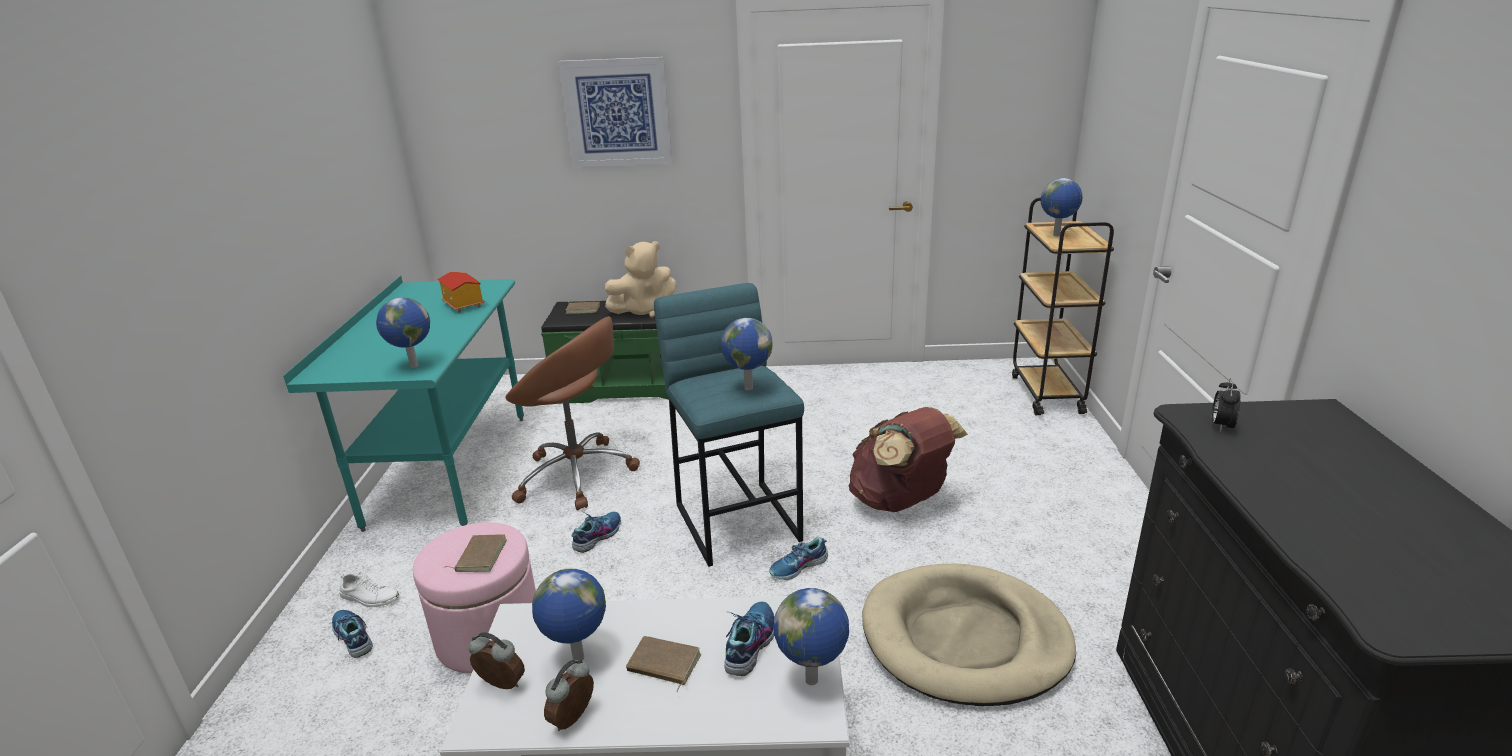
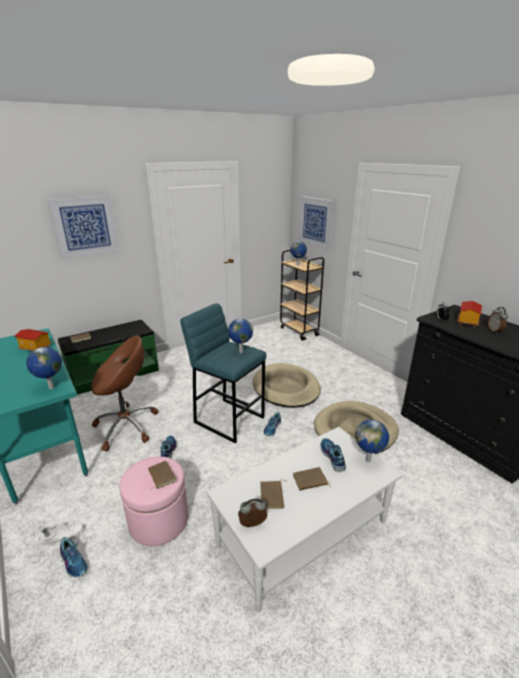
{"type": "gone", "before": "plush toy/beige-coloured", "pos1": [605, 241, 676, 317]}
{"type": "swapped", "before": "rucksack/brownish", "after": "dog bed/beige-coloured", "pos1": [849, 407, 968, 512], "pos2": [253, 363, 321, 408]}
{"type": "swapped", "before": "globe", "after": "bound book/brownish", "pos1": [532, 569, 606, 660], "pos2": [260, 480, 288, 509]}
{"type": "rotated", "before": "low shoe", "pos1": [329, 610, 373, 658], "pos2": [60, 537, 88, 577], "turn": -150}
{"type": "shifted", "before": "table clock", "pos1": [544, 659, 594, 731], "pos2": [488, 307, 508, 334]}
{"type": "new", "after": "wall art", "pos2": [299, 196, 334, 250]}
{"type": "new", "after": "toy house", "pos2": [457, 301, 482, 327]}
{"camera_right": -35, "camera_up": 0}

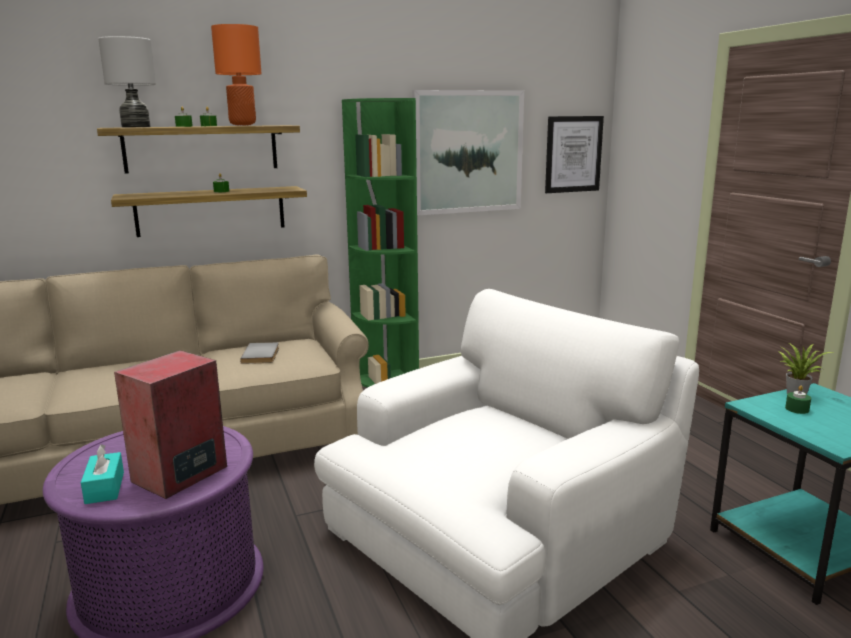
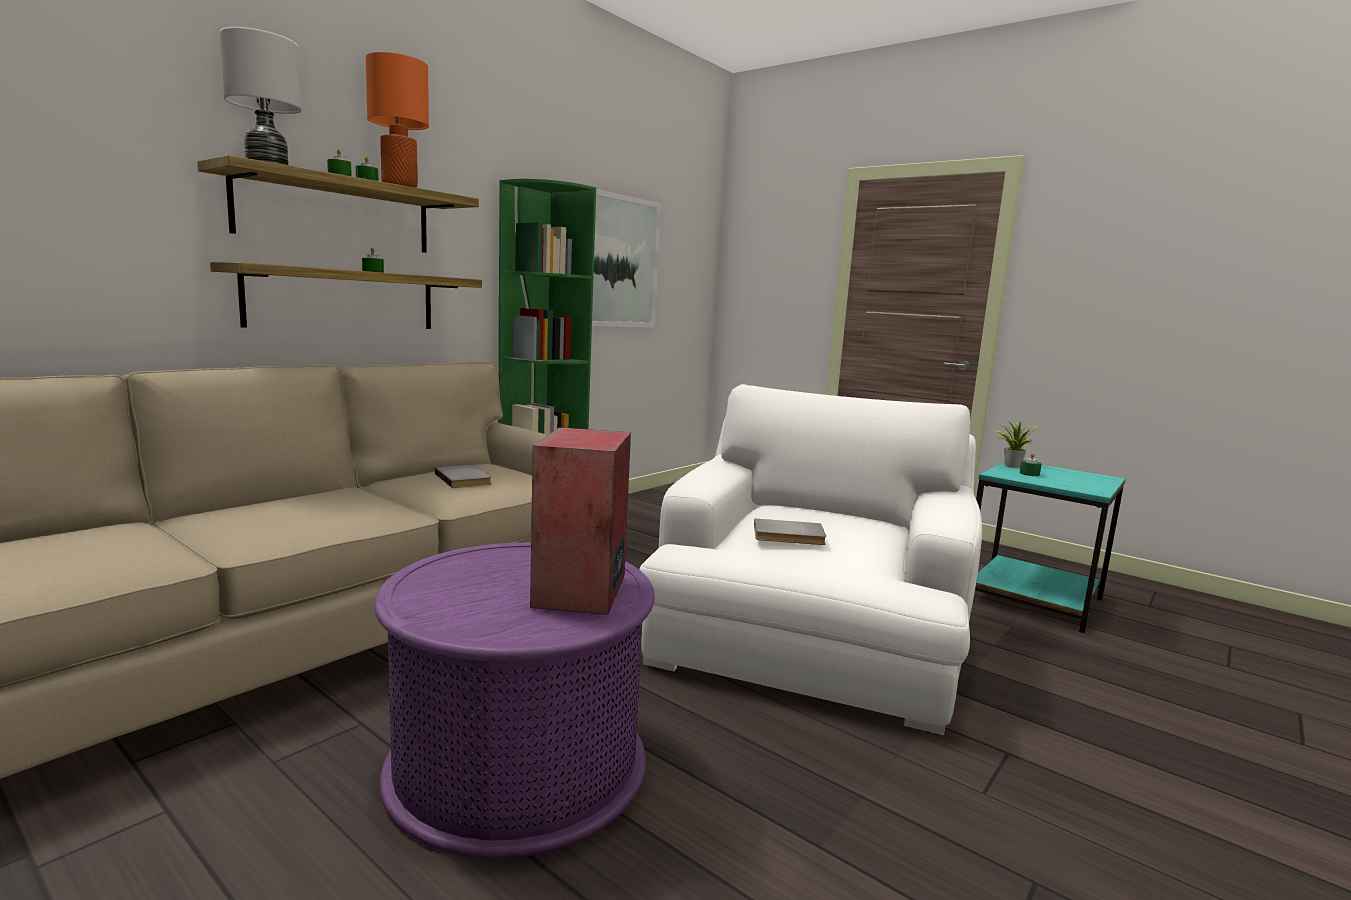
{"type": "gone", "before": "wall art", "pos1": [545, 116, 604, 193]}
{"type": "gone", "before": "box of tissues/blue-green", "pos1": [81, 444, 124, 504]}
{"type": "new", "after": "bound book/grey", "pos2": [754, 519, 826, 545]}
{"camera_right": -30, "camera_up": -5}

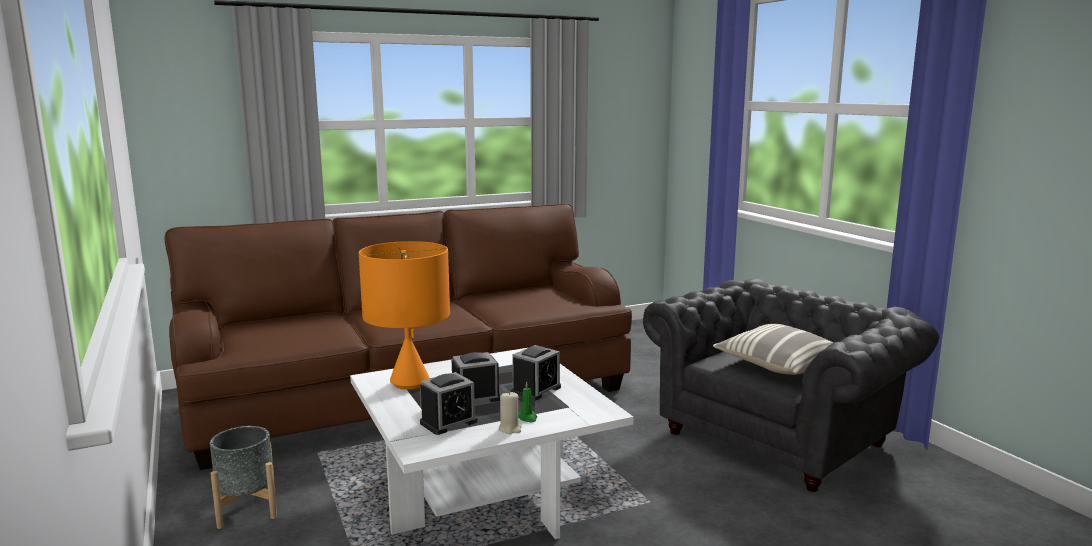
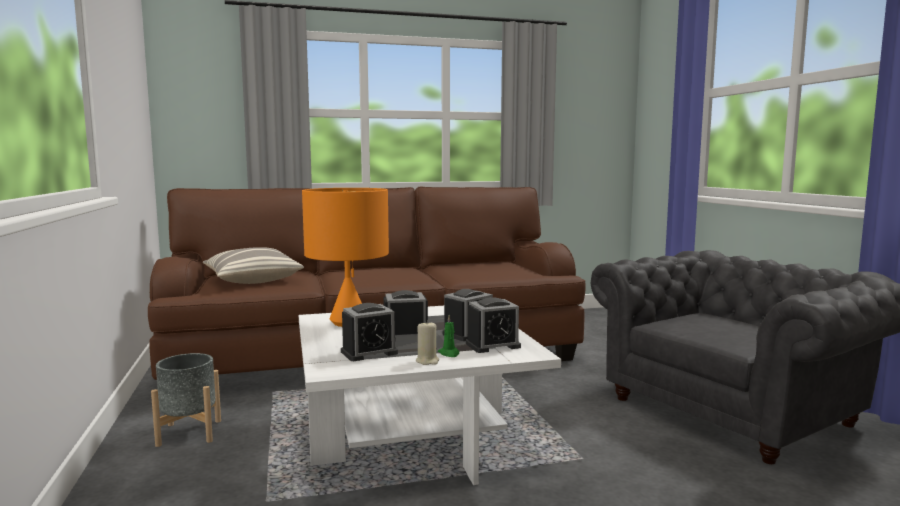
{"type": "shifted", "before": "pillow", "pos1": [713, 324, 833, 375], "pos2": [203, 247, 304, 284]}
{"type": "new", "after": "table clock", "pos2": [466, 297, 521, 353]}
{"camera_right": 10, "camera_up": -5}

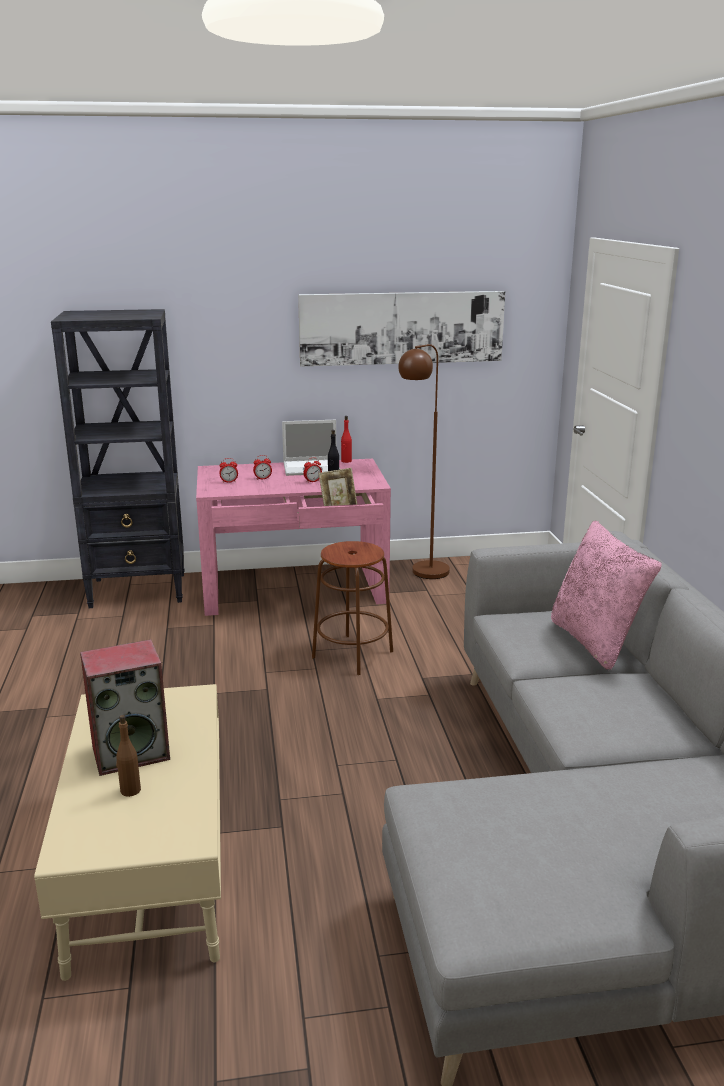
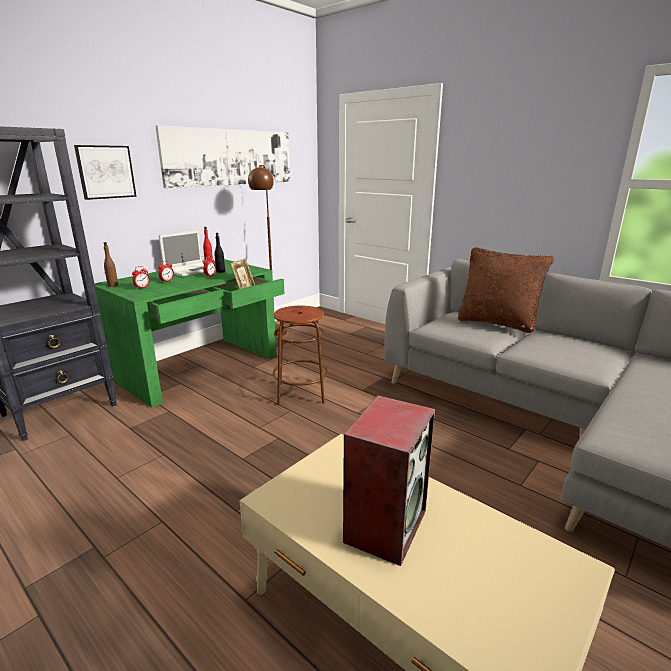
{"type": "repainted", "before": "desk unit/pink", "after": "desk unit/green-coloured", "pos1": [196, 459, 391, 616], "pos2": [94, 259, 284, 408]}
{"type": "repainted", "before": "pillow/pink", "after": "pillow/brownish", "pos1": [551, 521, 662, 669], "pos2": [458, 247, 554, 333]}
{"type": "shifted", "before": "bottle/brownish", "pos1": [116, 715, 141, 797], "pos2": [104, 242, 119, 287]}
{"type": "new", "after": "wall art", "pos2": [74, 145, 137, 200]}
{"camera_right": -40, "camera_up": 0}

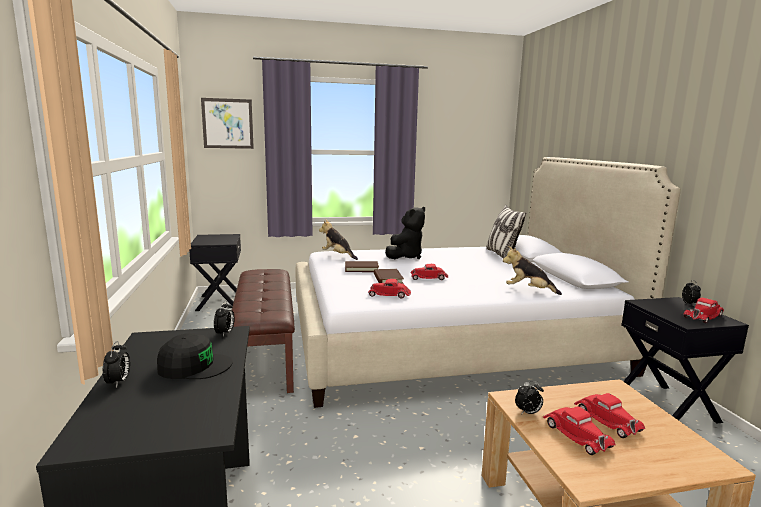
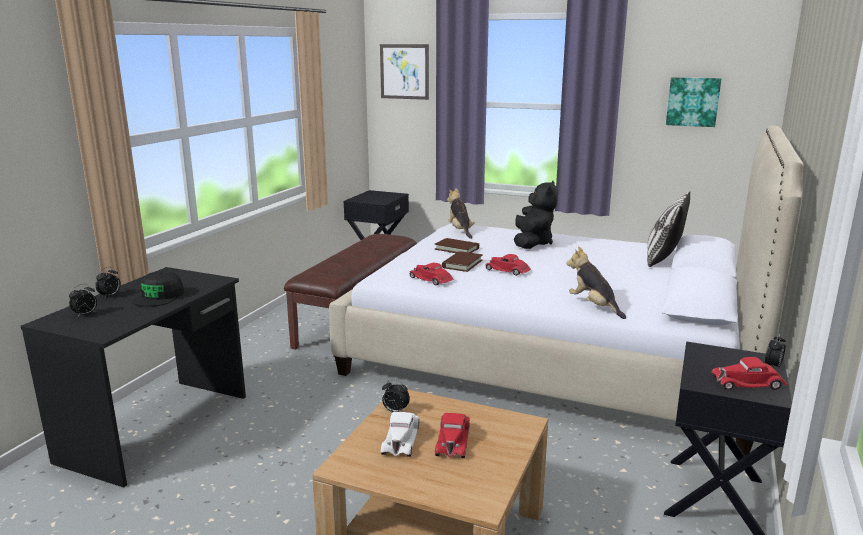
{"type": "rotated", "before": "plush toy/black", "pos1": [385, 207, 425, 259], "pos2": [514, 181, 558, 249], "turn": -60}
{"type": "shifted", "before": "table clock", "pos1": [214, 300, 234, 337], "pos2": [69, 284, 97, 317]}
{"type": "rotated", "before": "cap/black", "pos1": [157, 333, 232, 379], "pos2": [133, 271, 184, 307], "turn": 75}
{"type": "repainted", "before": "miniature car/red", "after": "miniature car/white", "pos1": [543, 407, 616, 455], "pos2": [381, 412, 420, 457]}
{"type": "new", "after": "wall art", "pos2": [666, 77, 721, 127]}
{"camera_right": 35, "camera_up": 5}

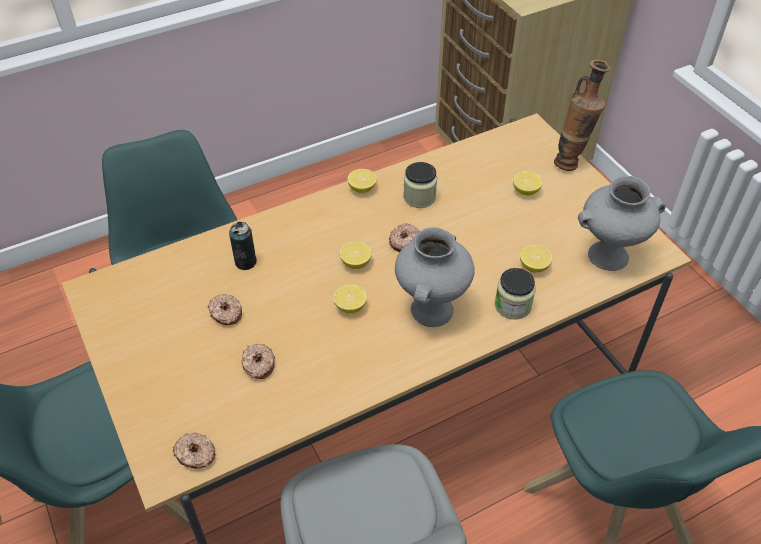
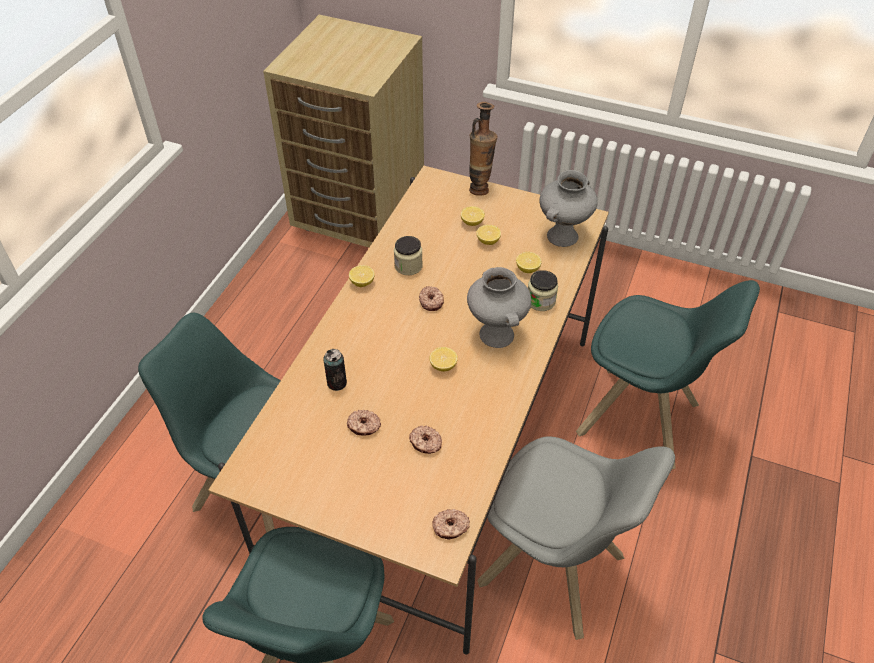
{"type": "shifted", "before": "lemon", "pos1": [340, 242, 372, 269], "pos2": [476, 225, 501, 245]}
{"camera_right": -40, "camera_up": 0}

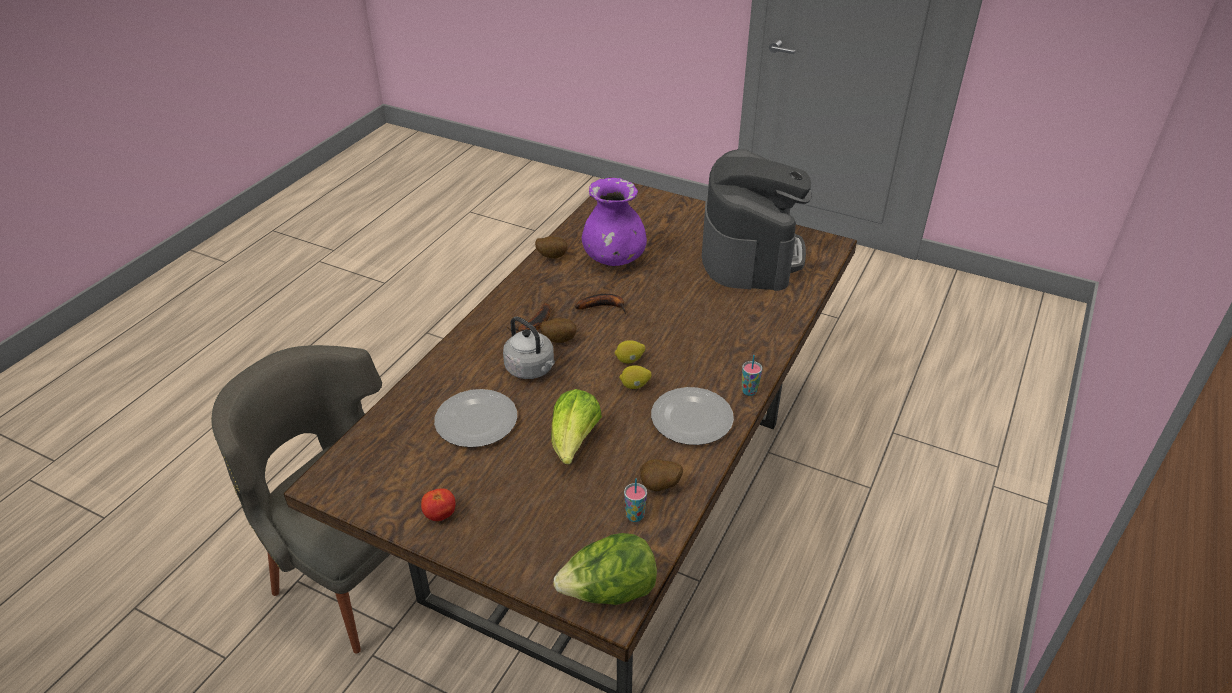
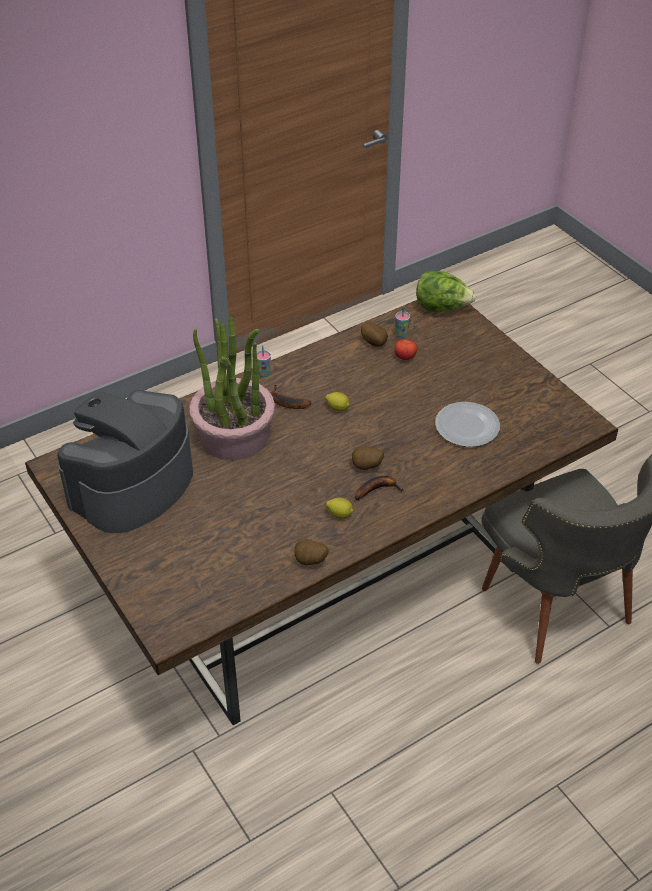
{"type": "gone", "before": "decorative vase/purple", "pos1": [582, 178, 647, 266]}
{"type": "shifted", "before": "banana", "pos1": [575, 294, 627, 314], "pos2": [271, 384, 311, 409]}
{"type": "gone", "before": "tea kettle/grey", "pos1": [503, 316, 555, 379]}
{"type": "shifted", "before": "lemon", "pos1": [614, 340, 645, 363], "pos2": [326, 498, 353, 518]}
{"type": "gone", "before": "flat dish", "pos1": [651, 387, 734, 445]}
{"type": "gone", "before": "lettuce head", "pos1": [551, 389, 602, 464]}
{"type": "shifted", "before": "whole tomato", "pos1": [421, 488, 456, 521], "pos2": [395, 339, 417, 360]}
{"type": "new", "after": "potted plant", "pos2": [189, 316, 275, 460]}
{"camera_right": -150, "camera_up": 5}

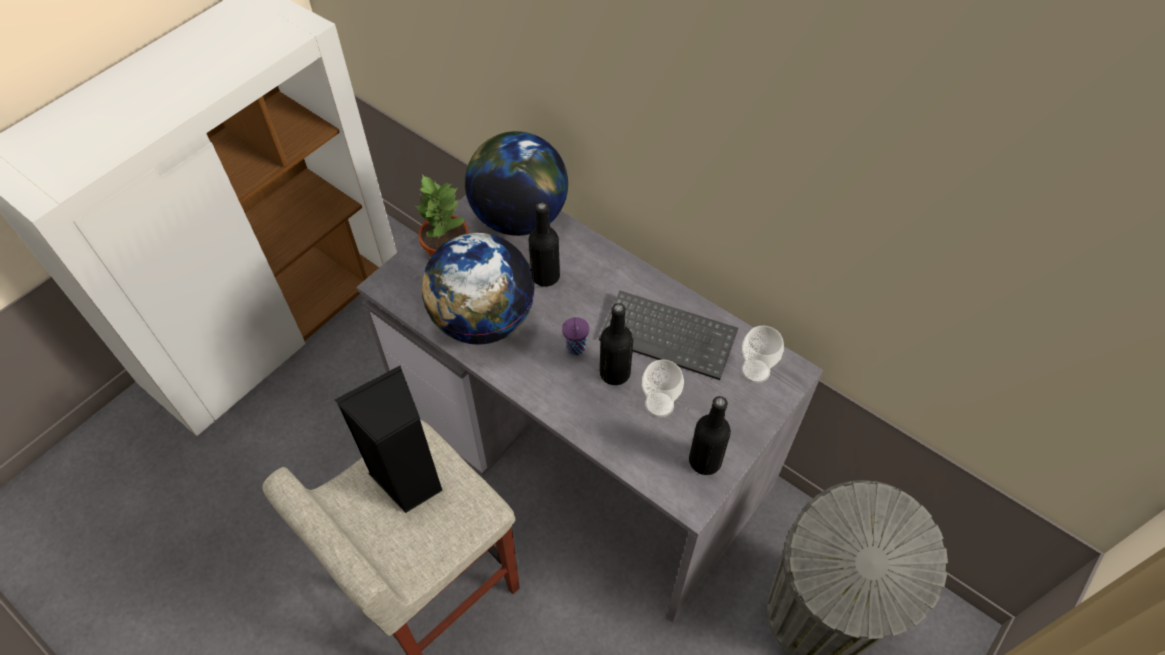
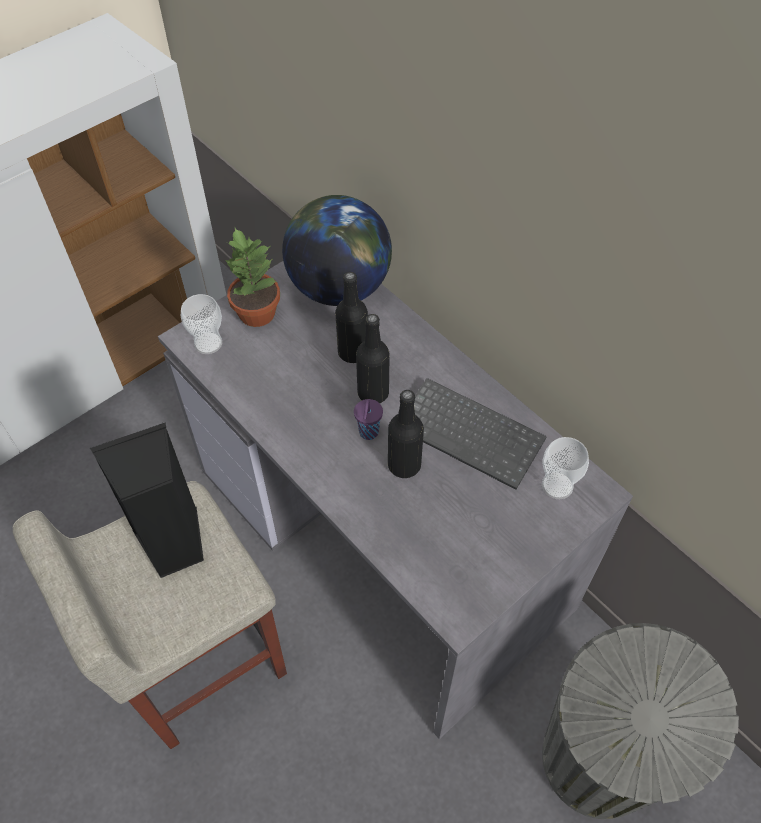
{"type": "gone", "before": "globe", "pos1": [422, 233, 535, 345]}
{"type": "shifted", "before": "drinking cup", "pos1": [642, 359, 684, 417], "pos2": [181, 294, 222, 354]}
{"type": "shifted", "before": "bottle/black", "pos1": [689, 396, 731, 475], "pos2": [356, 314, 390, 403]}
{"camera_right": 10, "camera_up": 0}

